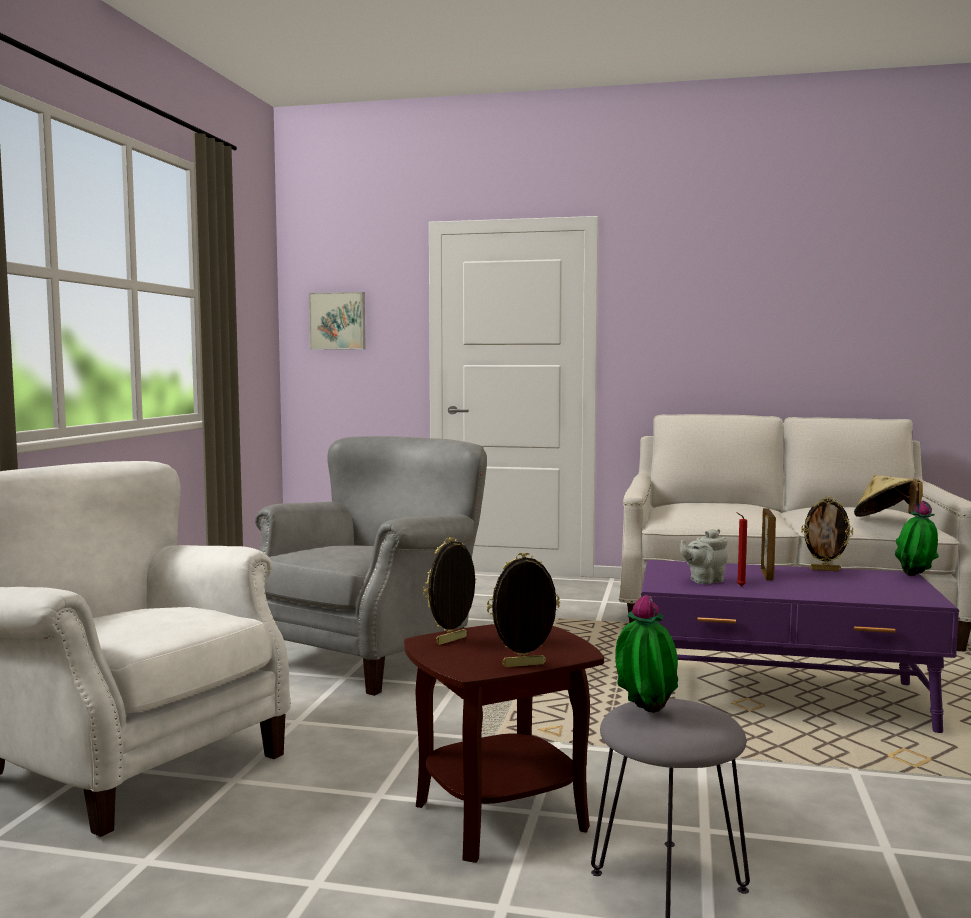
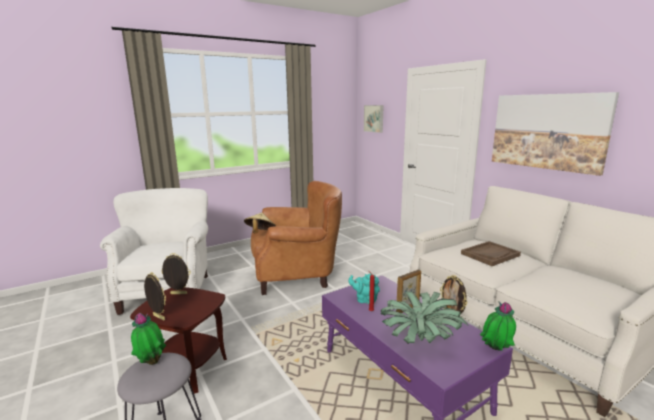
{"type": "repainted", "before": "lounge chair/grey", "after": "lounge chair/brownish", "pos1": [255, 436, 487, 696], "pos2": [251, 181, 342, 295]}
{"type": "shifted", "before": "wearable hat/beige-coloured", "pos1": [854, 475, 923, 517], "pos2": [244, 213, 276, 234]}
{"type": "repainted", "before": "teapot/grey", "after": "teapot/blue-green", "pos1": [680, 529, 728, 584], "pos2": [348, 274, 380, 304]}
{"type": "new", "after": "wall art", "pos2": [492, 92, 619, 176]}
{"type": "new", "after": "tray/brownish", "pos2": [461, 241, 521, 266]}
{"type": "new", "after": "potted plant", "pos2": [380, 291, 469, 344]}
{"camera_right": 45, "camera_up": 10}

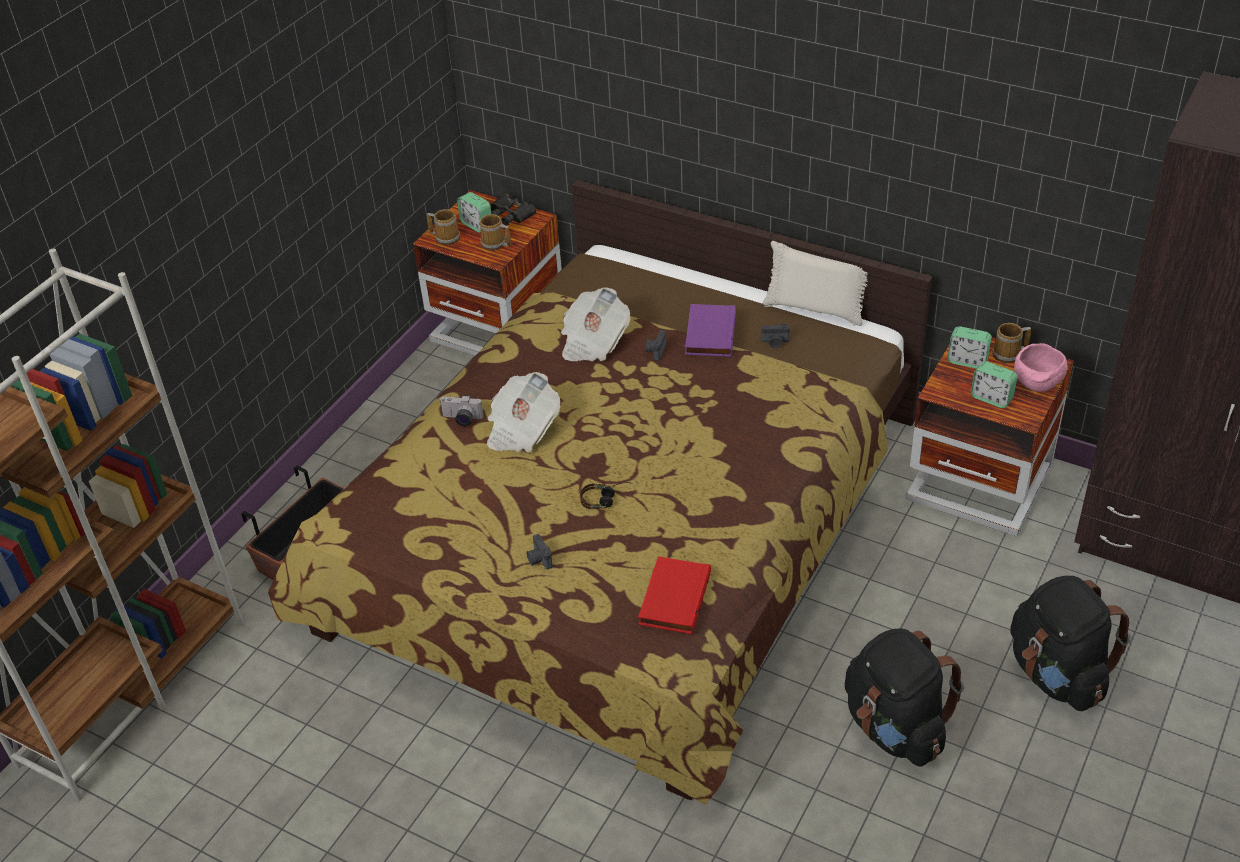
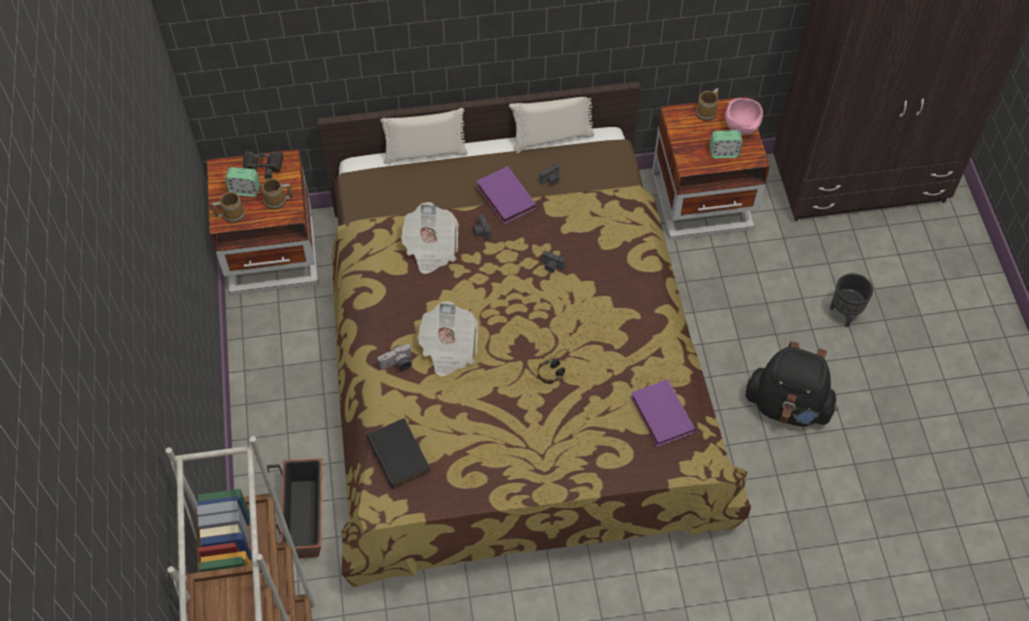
{"type": "gone", "before": "table clock", "pos1": [947, 326, 992, 369]}
{"type": "shifted", "before": "photo camera", "pos1": [526, 534, 553, 569], "pos2": [542, 251, 565, 273]}
{"type": "repainted", "before": "bound book/red", "after": "bound book/purple", "pos1": [638, 556, 711, 634], "pos2": [631, 379, 695, 447]}
{"type": "swapped", "before": "rucksack/black", "after": "flower pot/black", "pos1": [1010, 576, 1131, 711], "pos2": [830, 273, 873, 327]}
{"type": "new", "after": "pillow/white", "pos2": [380, 108, 467, 165]}
{"type": "new", "after": "bound book/black", "pos2": [366, 418, 431, 489]}
{"camera_right": -40, "camera_up": 15}

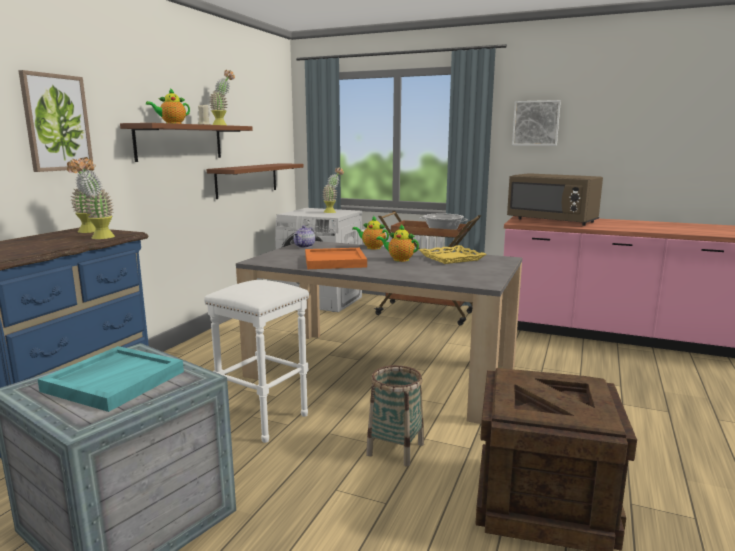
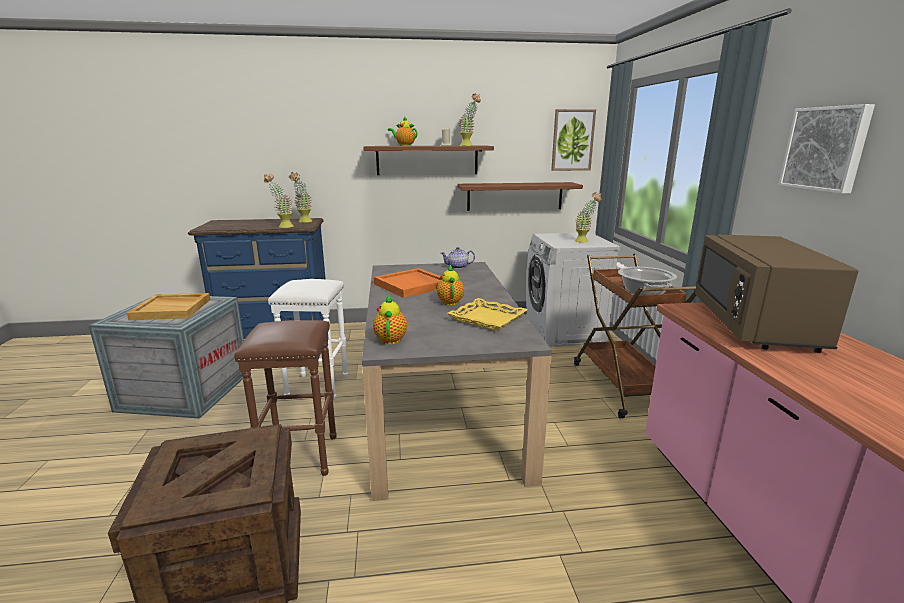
{"type": "shifted", "before": "wall art", "pos1": [18, 70, 94, 172], "pos2": [551, 109, 596, 171]}
{"type": "shifted", "before": "teapot", "pos1": [352, 215, 389, 249], "pos2": [373, 295, 407, 345]}
{"type": "repainted", "before": "tray/blue-green", "after": "tray/beige-coloured", "pos1": [37, 346, 184, 412], "pos2": [127, 293, 210, 320]}
{"type": "swapped", "before": "household basket", "after": "sitting stool/brownish", "pos1": [366, 365, 424, 466], "pos2": [234, 320, 337, 476]}
{"camera_right": 60, "camera_up": 5}

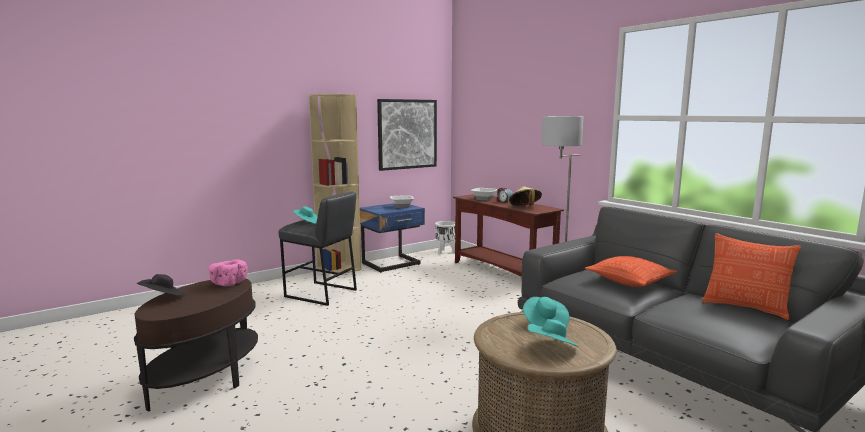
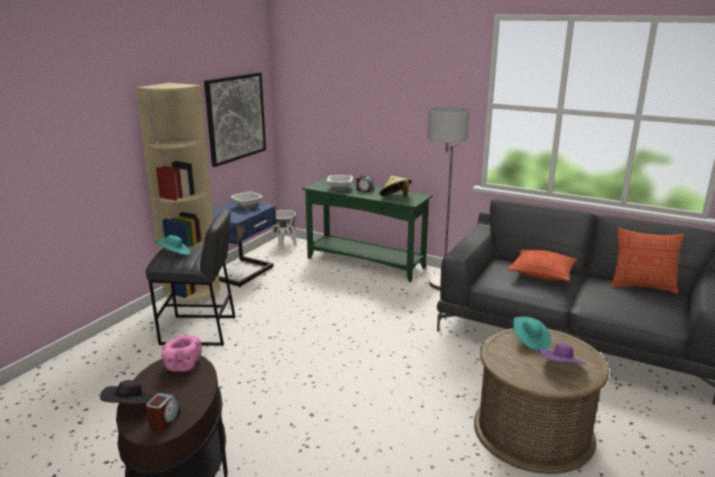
{"type": "repainted", "before": "narrow table/brownish", "after": "narrow table/green-coloured", "pos1": [453, 194, 564, 277], "pos2": [302, 178, 432, 282]}
{"type": "repainted", "before": "wearable hat/blue-green", "after": "wearable hat/purple", "pos1": [527, 319, 579, 347], "pos2": [539, 344, 586, 364]}
{"type": "new", "after": "table clock", "pos2": [146, 393, 181, 431]}
{"camera_right": -25, "camera_up": 10}

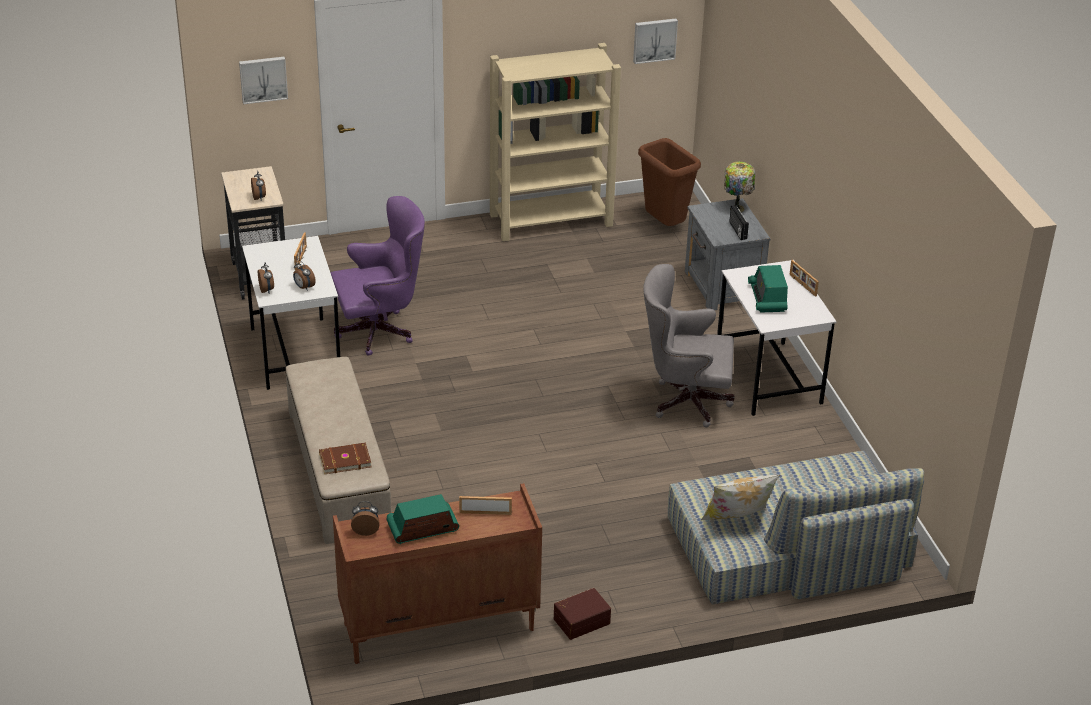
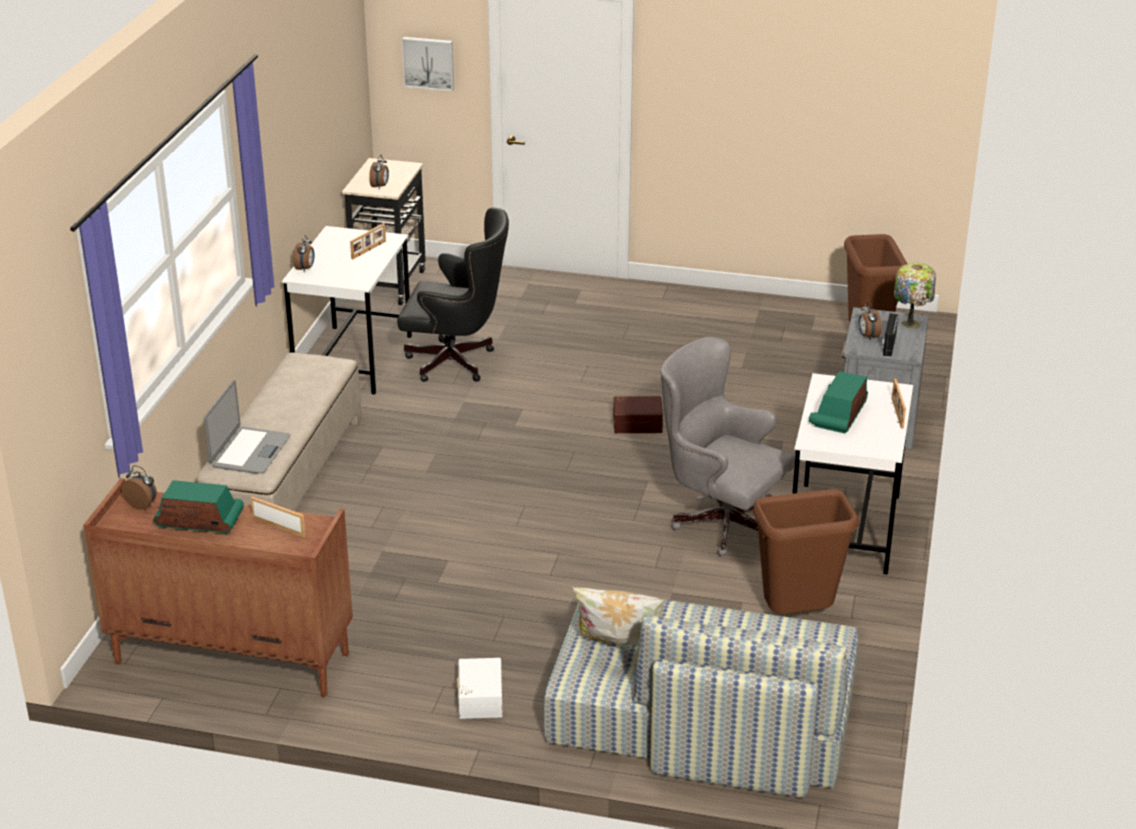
{"type": "gone", "before": "wall art", "pos1": [633, 19, 678, 64]}
{"type": "gone", "before": "bookshelf/beige-coloured", "pos1": [490, 43, 621, 241]}
{"type": "repainted", "before": "office chair/purple", "after": "office chair/black", "pos1": [331, 196, 425, 356], "pos2": [397, 208, 509, 382]}
{"type": "shifted", "before": "table clock", "pos1": [293, 260, 316, 291], "pos2": [858, 302, 882, 339]}
{"type": "swapped", "before": "bound book/brownish", "after": "laptop", "pos1": [319, 442, 372, 474], "pos2": [204, 380, 291, 474]}
{"type": "shifted", "before": "storage container/brownish", "pos1": [554, 588, 611, 640], "pos2": [613, 396, 663, 433]}
{"type": "new", "after": "rubbish bin/brownish", "pos2": [753, 489, 859, 614]}
{"type": "new", "after": "storage container/white", "pos2": [455, 658, 503, 719]}
{"camera_right": 30, "camera_up": -5}

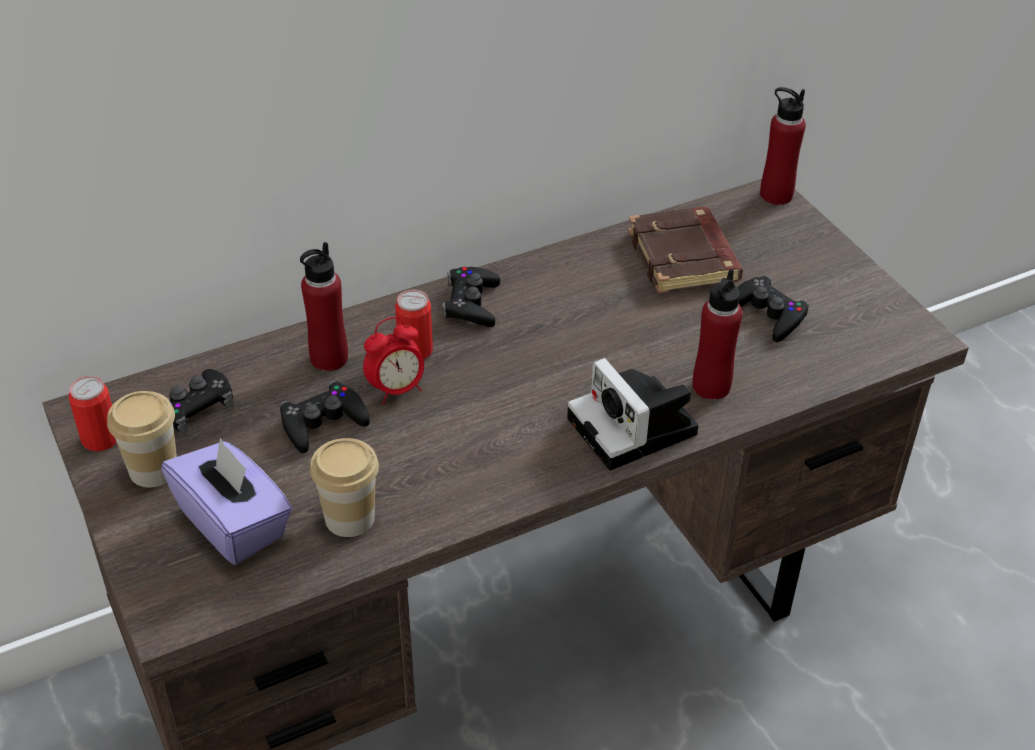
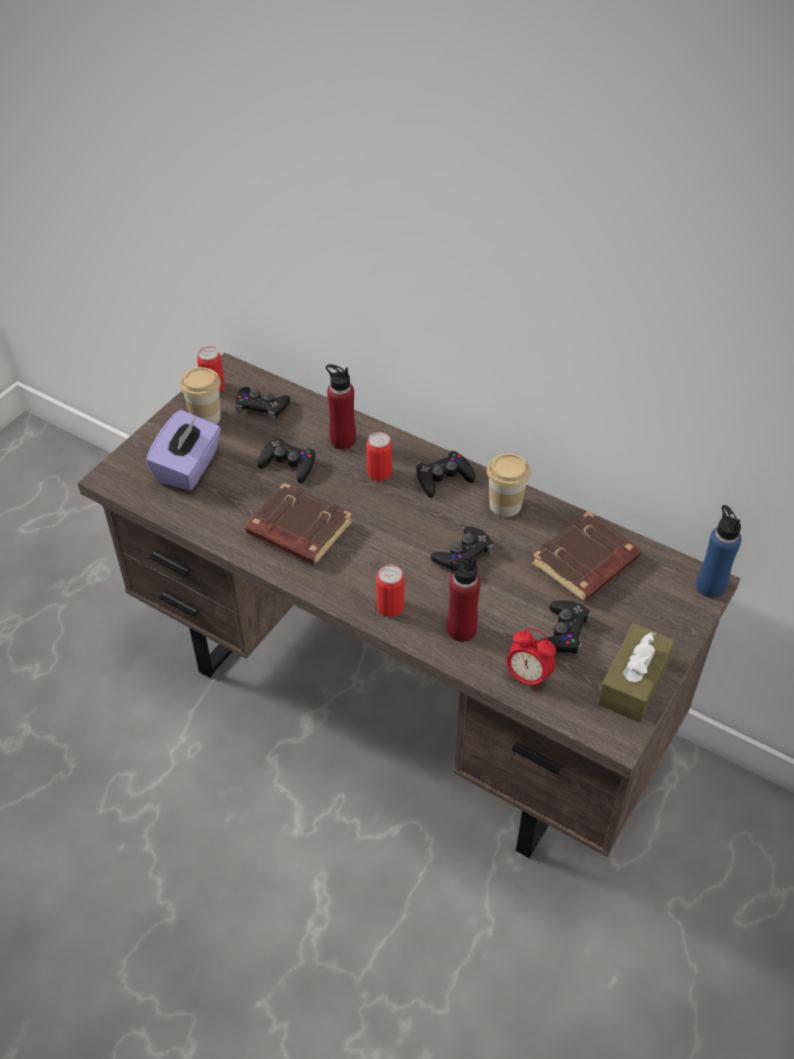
{"type": "repainted", "before": "bottle/red", "after": "bottle/blue", "pos1": [760, 87, 806, 205], "pos2": [696, 505, 741, 598]}
{"type": "shifted", "before": "table clock", "pos1": [363, 317, 424, 404], "pos2": [507, 628, 556, 692]}
{"type": "swapped", "before": "photo camera", "after": "sealed can", "pos1": [567, 358, 699, 471], "pos2": [376, 564, 404, 617]}
{"type": "shifted", "before": "drinking cup", "pos1": [310, 438, 379, 537], "pos2": [487, 454, 531, 517]}
{"type": "new", "after": "bound book/brownish", "pos2": [245, 483, 352, 565]}
{"type": "new", "after": "game controller/black", "pos2": [431, 526, 494, 571]}
{"type": "new", "after": "box of tissues/brownish", "pos2": [597, 623, 675, 722]}
{"camera_right": 60, "camera_up": 5}

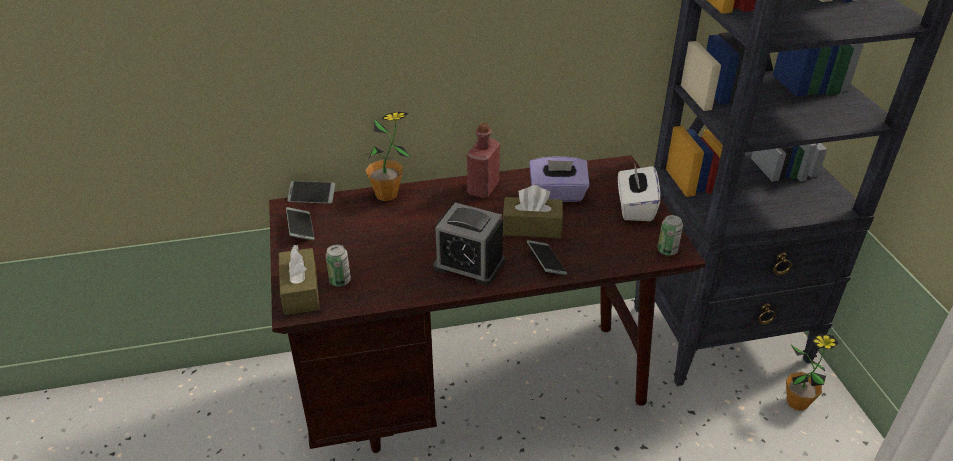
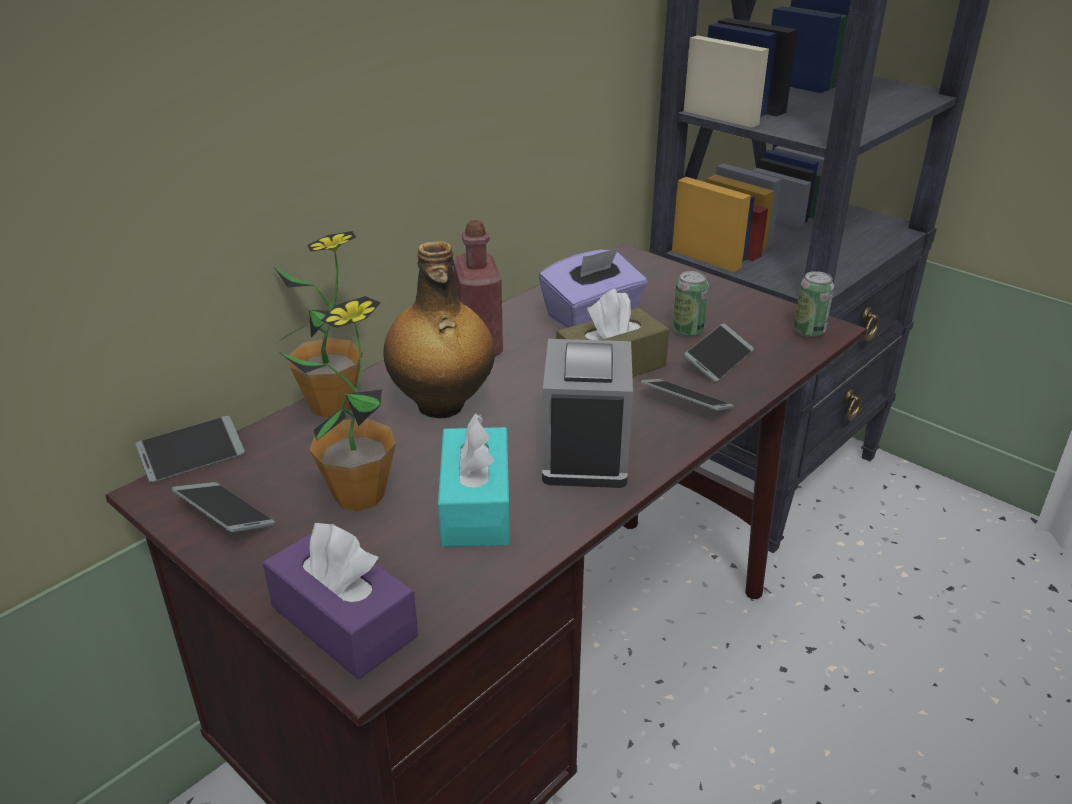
{"type": "gone", "before": "box of tissues/white", "pos1": [618, 165, 661, 221]}
{"type": "rotated", "before": "table clock", "pos1": [433, 203, 505, 286], "pos2": [542, 339, 633, 488], "turn": -75}
{"type": "repainted", "before": "box of tissues/brownish", "after": "box of tissues/purple", "pos1": [279, 245, 320, 315], "pos2": [263, 522, 418, 679]}
{"type": "shifted", "before": "sealed can", "pos1": [325, 245, 351, 287], "pos2": [672, 271, 709, 337]}
{"type": "shifted", "before": "potted plant", "pos1": [786, 334, 839, 411], "pos2": [279, 296, 396, 511]}
{"type": "new", "after": "bottle", "pos2": [383, 241, 495, 418]}
{"type": "new", "after": "telephone", "pos2": [684, 324, 754, 382]}
{"type": "new", "after": "box of tissues/blue-green", "pos2": [438, 413, 510, 547]}
{"camera_right": -35, "camera_up": -5}

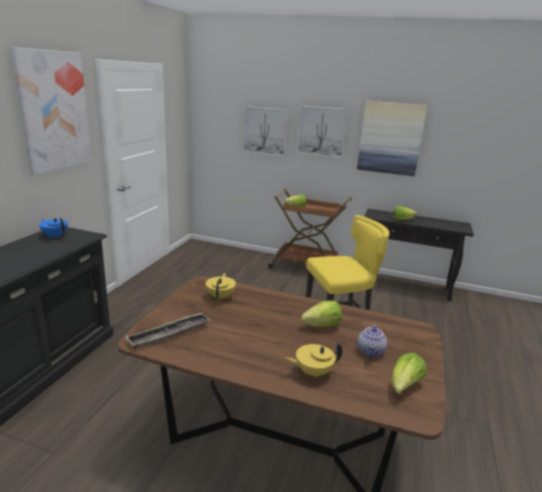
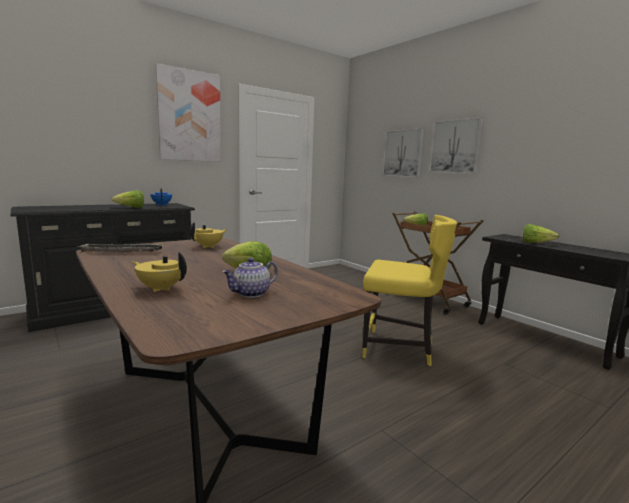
{"type": "gone", "before": "wall art", "pos1": [357, 101, 428, 176]}
{"type": "shifted", "before": "lettuce head", "pos1": [391, 353, 427, 394], "pos2": [112, 190, 144, 208]}
{"camera_right": 35, "camera_up": -10}

